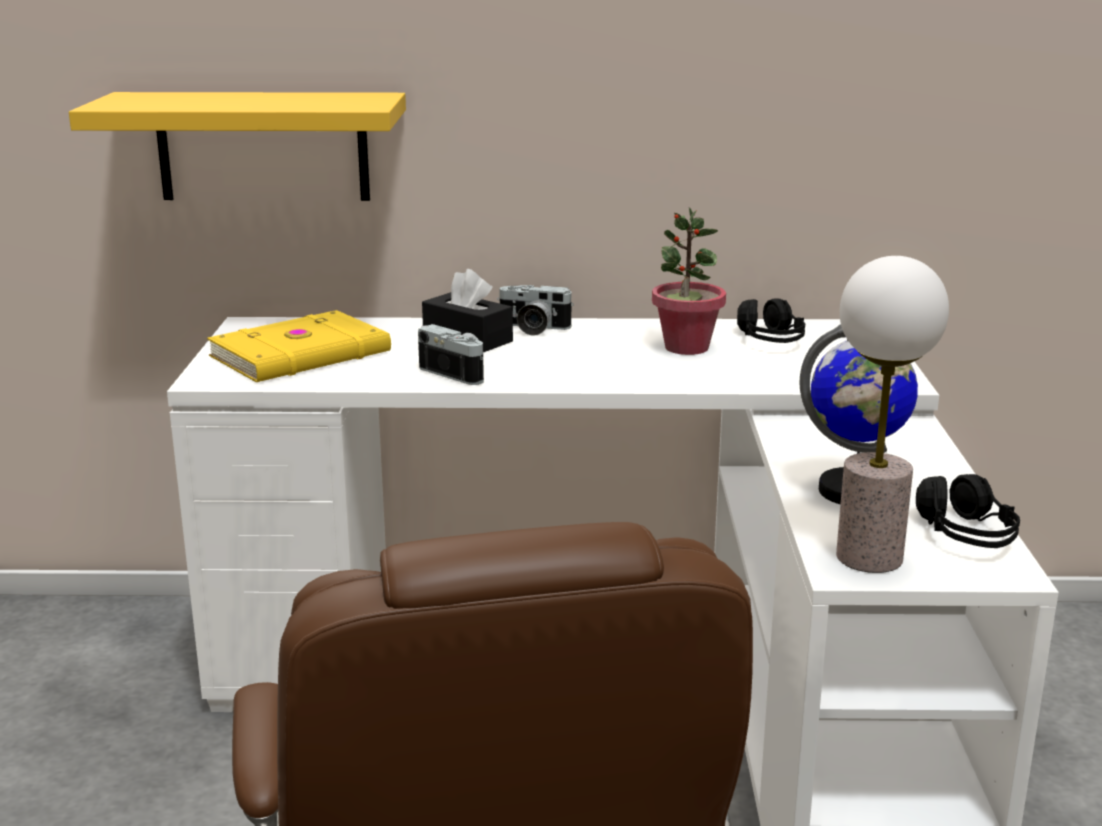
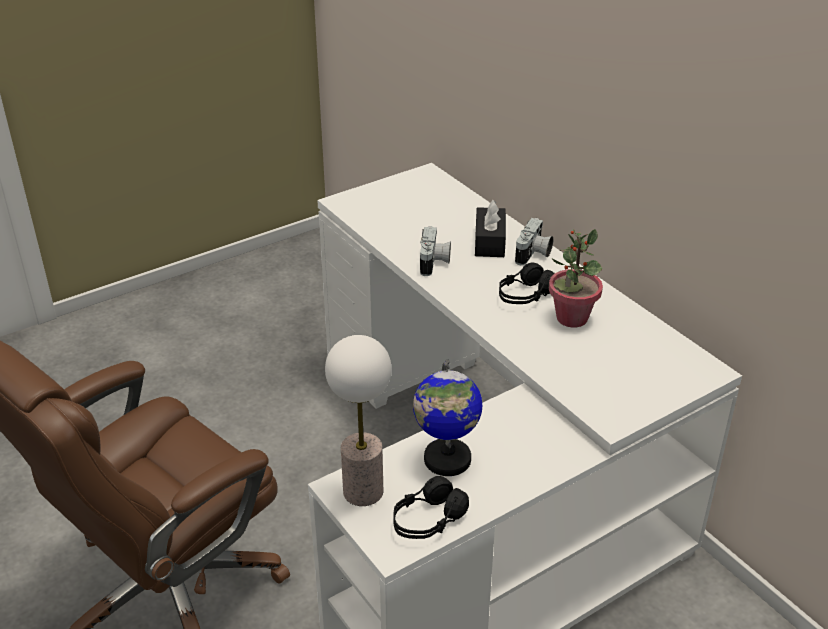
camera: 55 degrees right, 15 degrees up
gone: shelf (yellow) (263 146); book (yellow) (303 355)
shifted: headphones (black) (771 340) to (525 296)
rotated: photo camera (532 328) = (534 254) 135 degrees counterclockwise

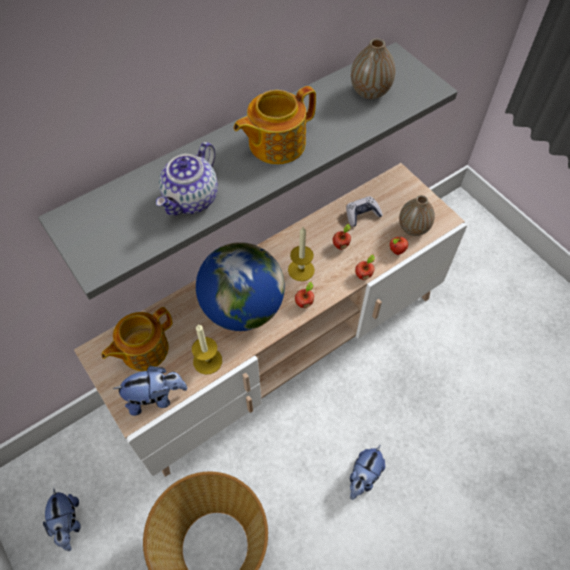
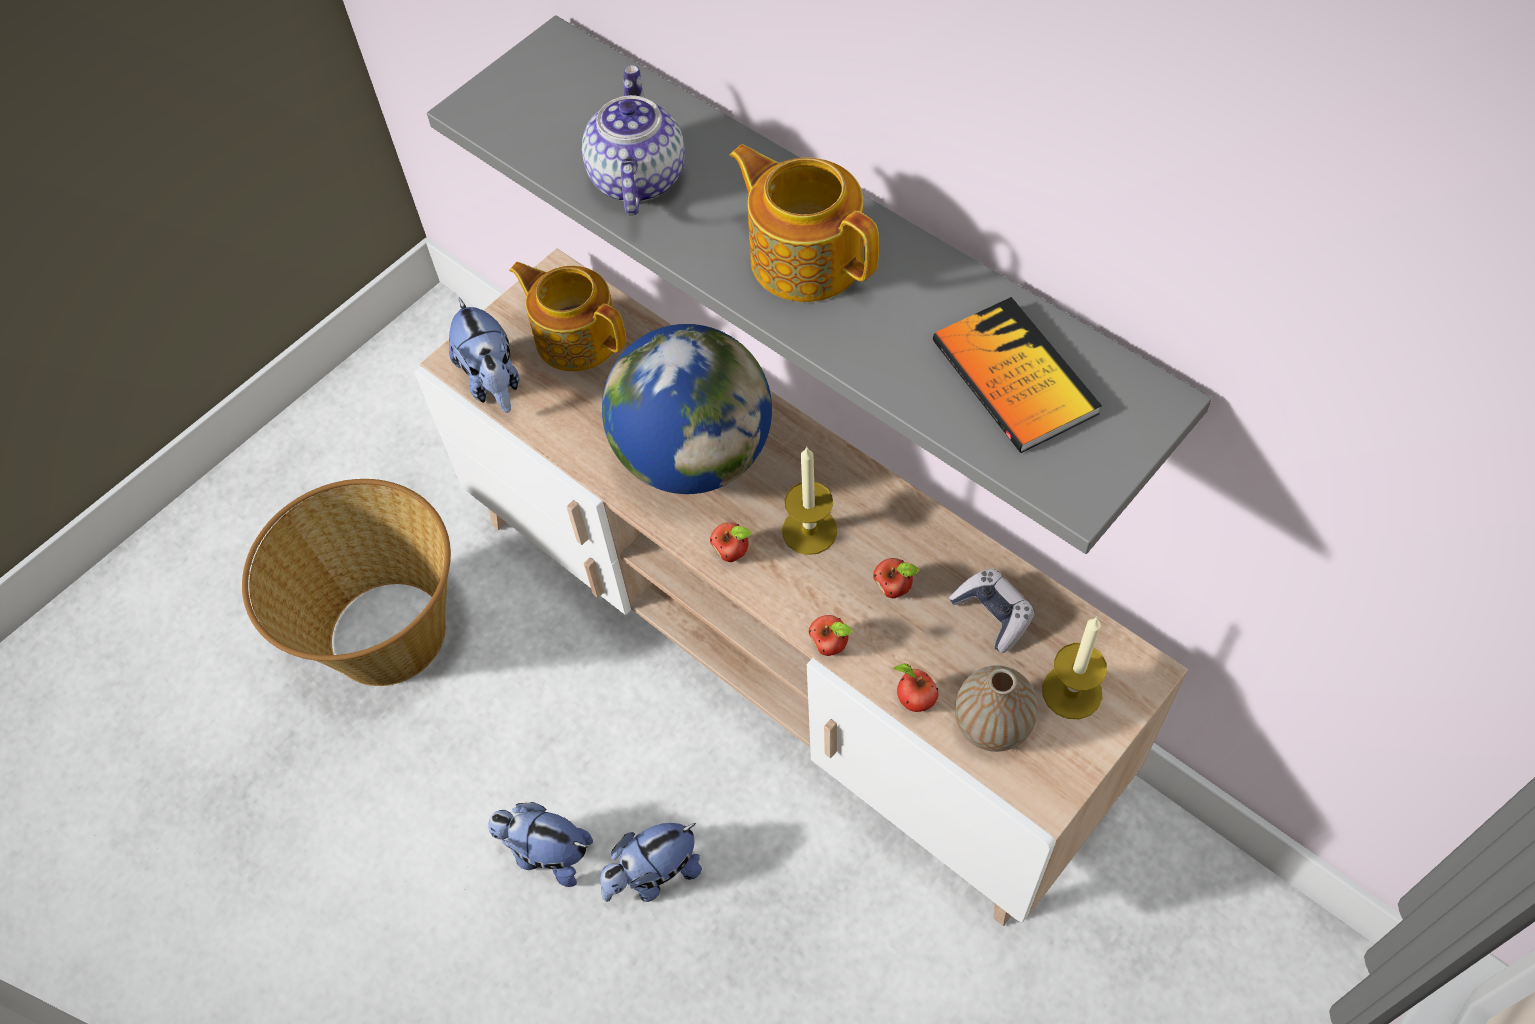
camera: 80 degrees right, 0 degrees up
shifted: plush toy (68 523) to (654 875); candle (207 361) to (1072 691)
swapped: vase (370 92) to book (1014 377)
rotated: teapot (192 199) = (636 178) 75 degrees clockwise

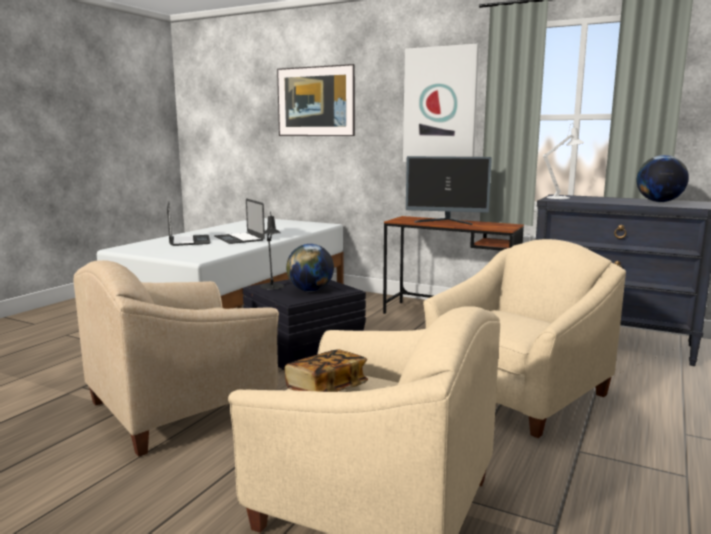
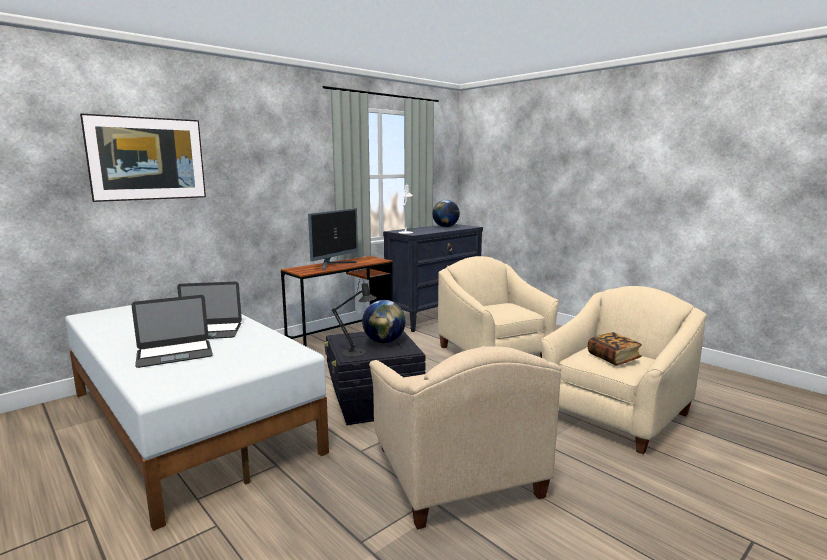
camera: 70 degrees left, 0 degrees up
gone: picture (440 105)
rotated: laptop (189 241) = (174 353) 150 degrees clockwise

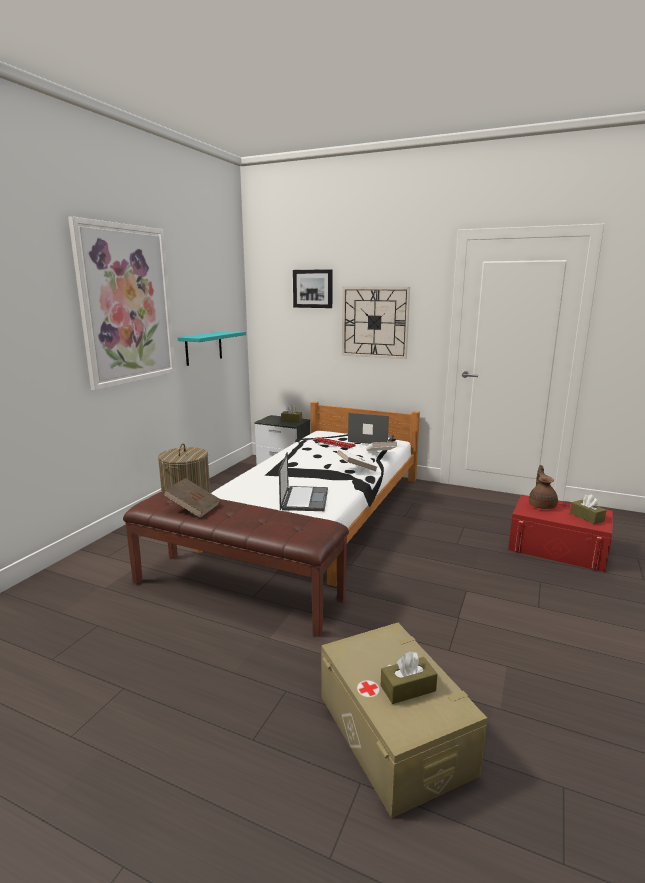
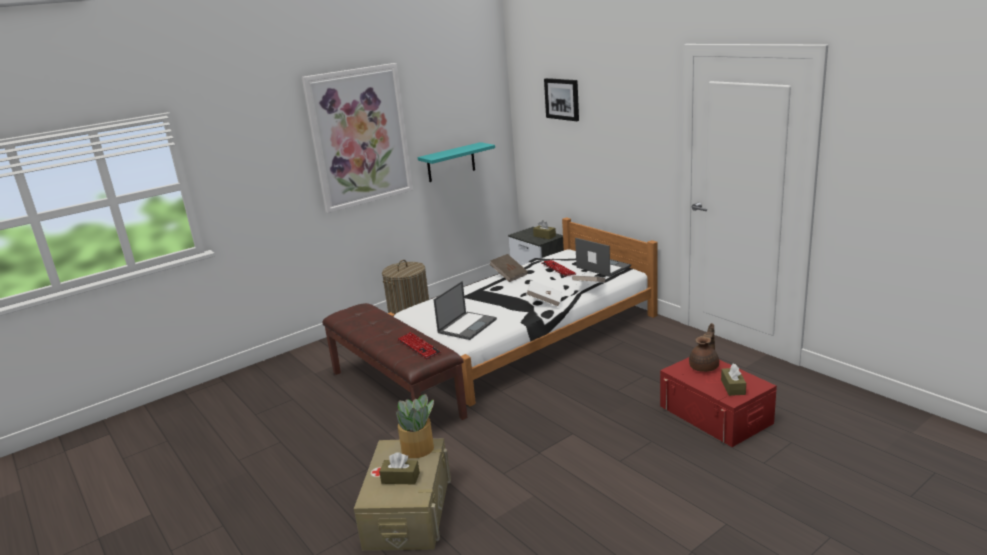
camera: 30 degrees right, 5 degrees up
gone: wall clock (375 322)
new: potted plant (418 449); keyboard (418 347)
shifted: book (brown) (193 508) to (509 275)

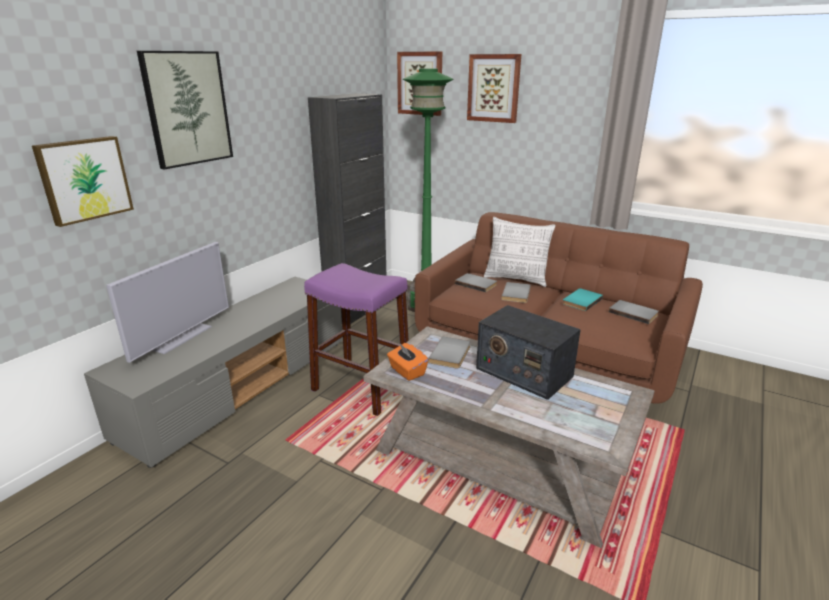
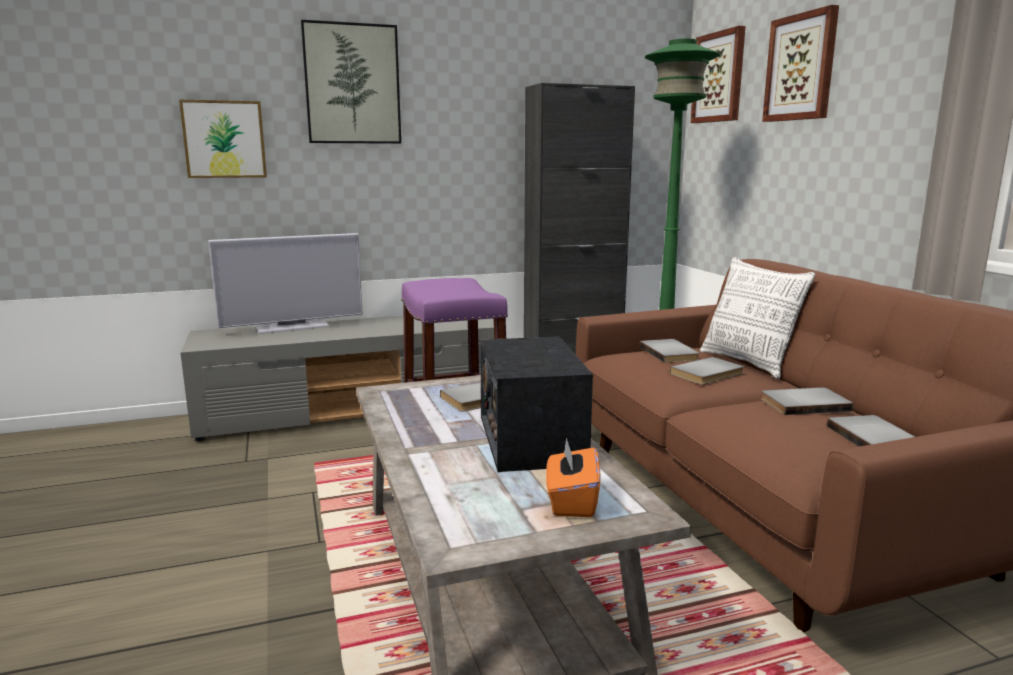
camera: 40 degrees right, 10 degrees down
shifted: tissue box (orange) (407 371) to (571 502)
repainted: book (turquoise) (580 301) to book (grey) (803 404)

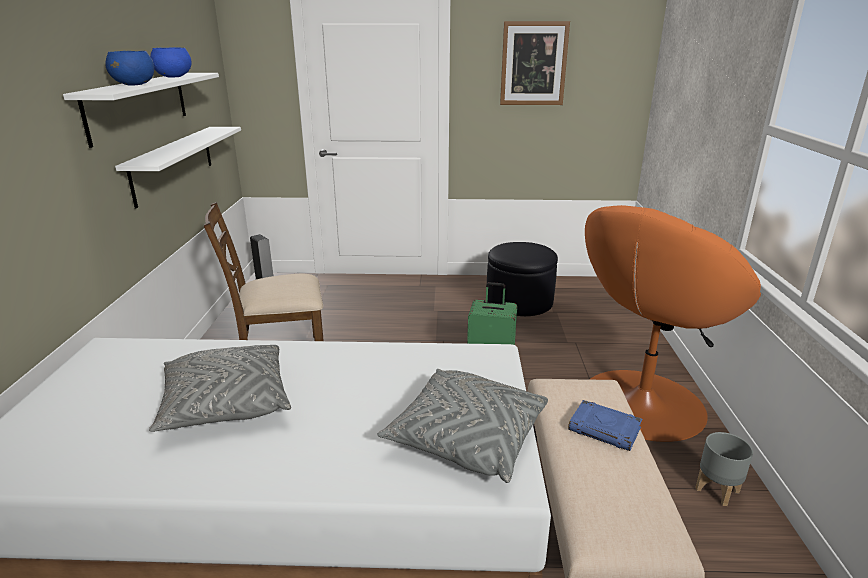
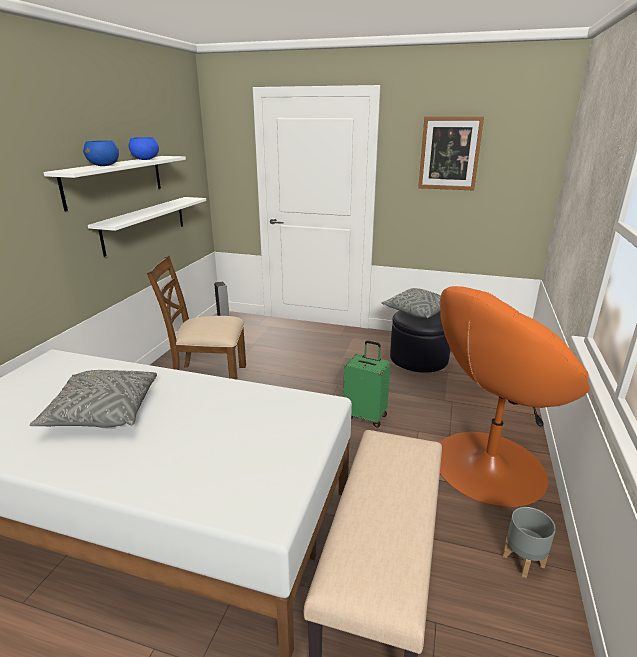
camera: 15 degrees right, 0 degrees up
gone: book (blue) (605 429)
shifted: pillow (grey) (466 438) to (416 312)

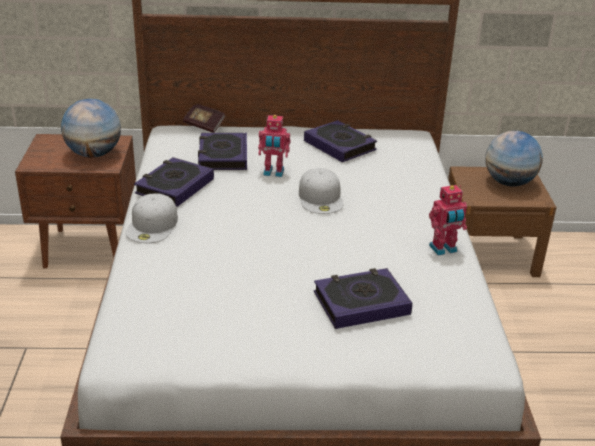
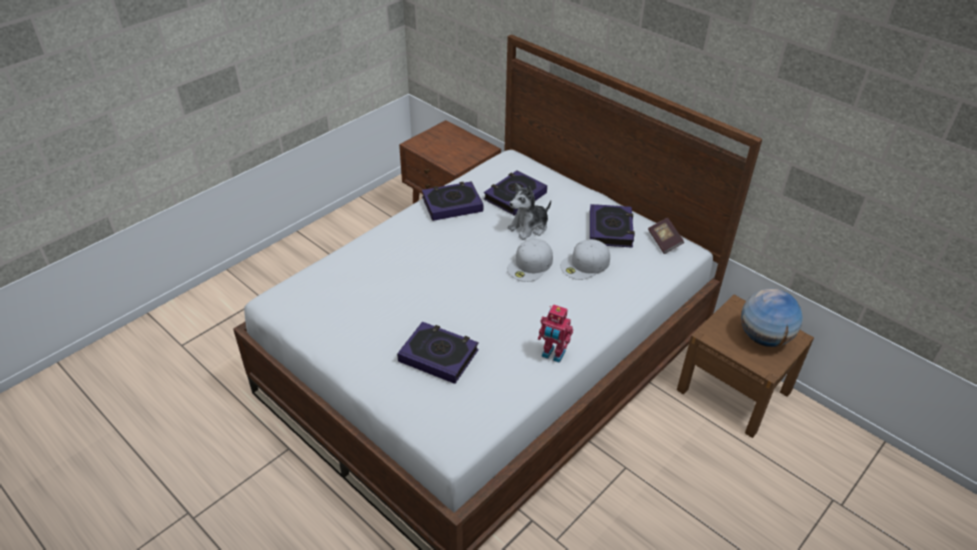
camera: 45 degrees right, 10 degrees up
gone: globe (94 154)
shifted: cap (white) (152 225) to (585 264); book (204 125) to (664 241)
swapped: toy robot (273 173) to plush toy (529 227)

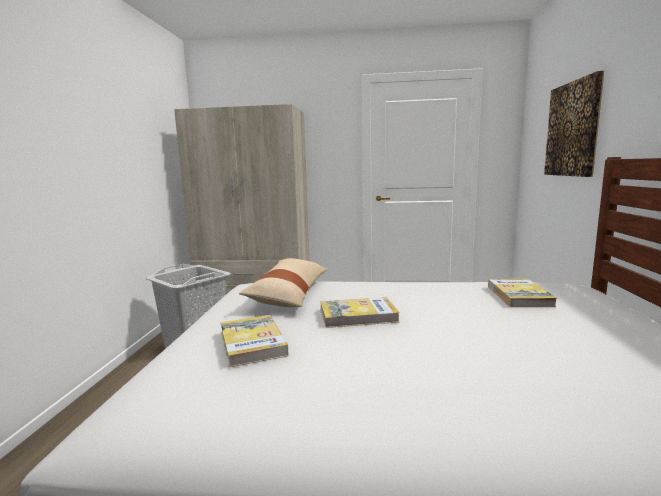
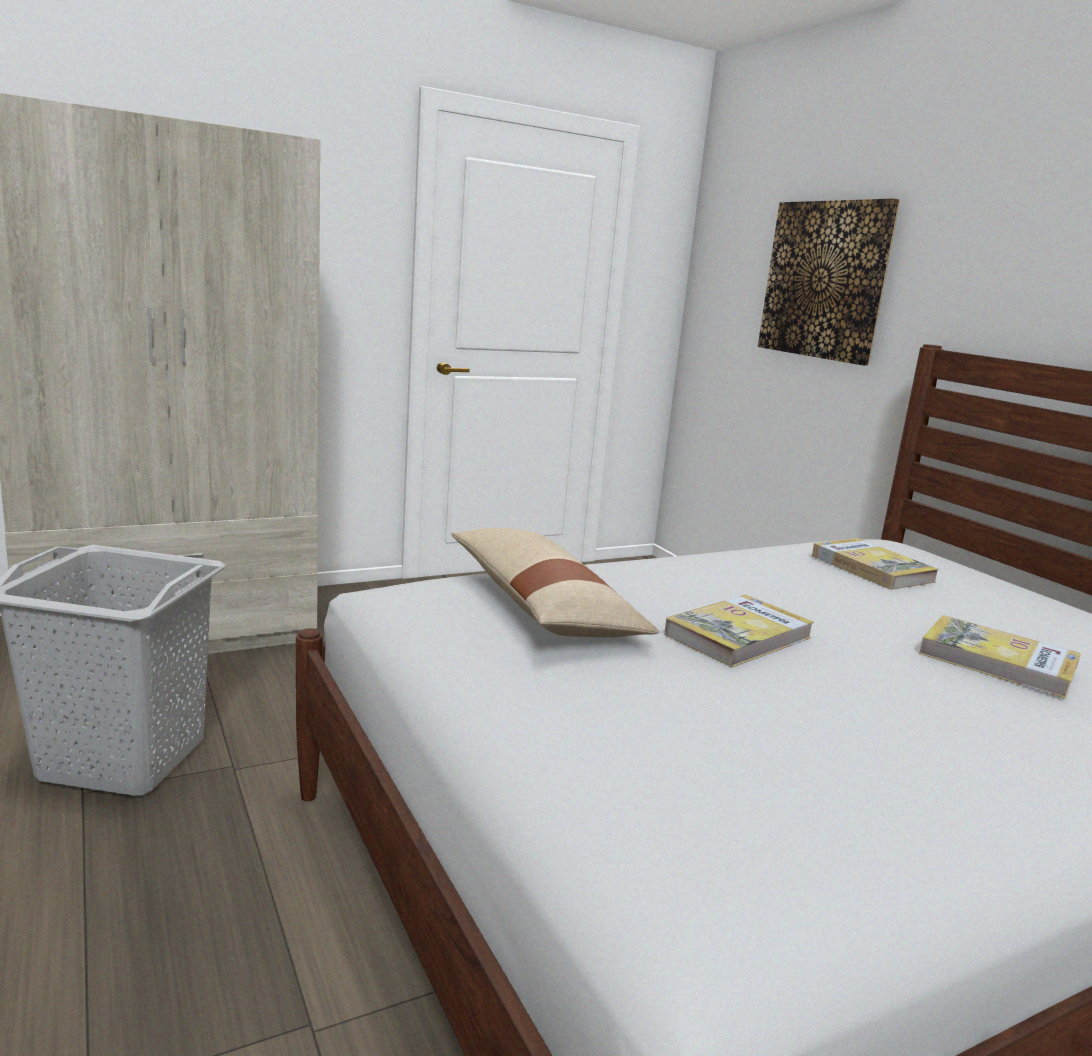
camera: 35 degrees left, 5 degrees up
shifted: book (252 343) to (997 661)

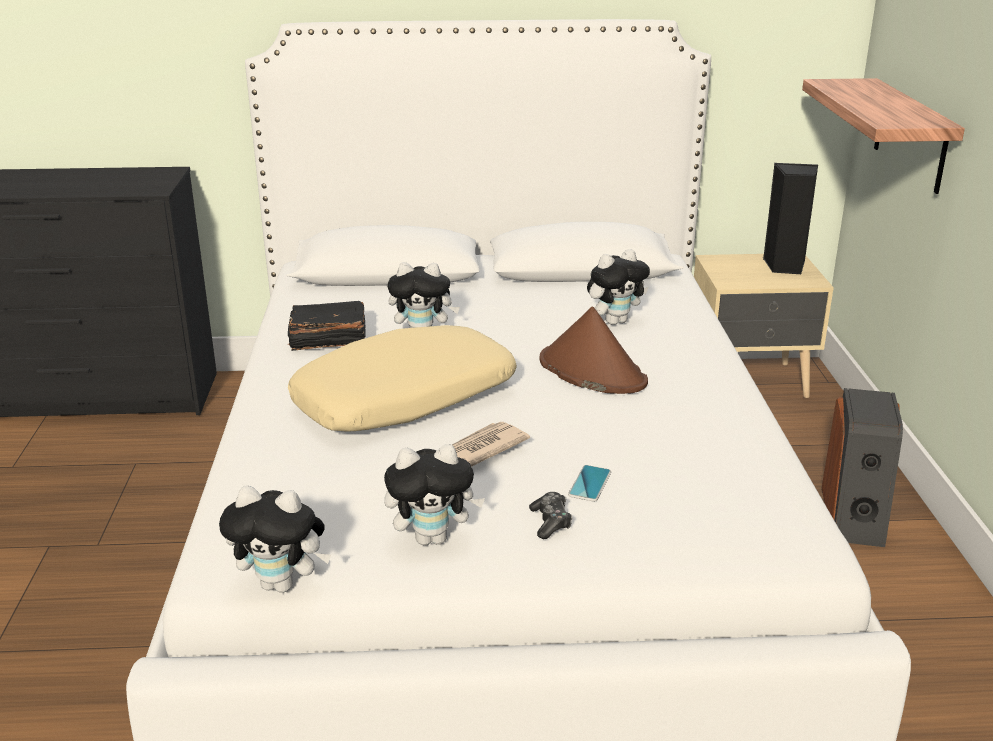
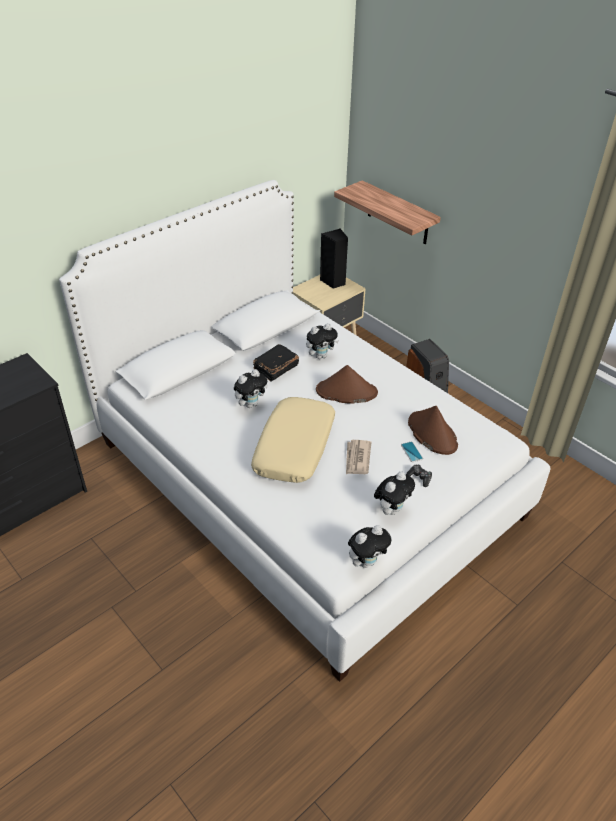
camera: 40 degrees left, 15 degrees up
new: hat (brown) (432 433)
shifted: book (black) (327 339) to (275 369)
rotated: plush toy (615 321) = (320 356) 45 degrees clockwise

